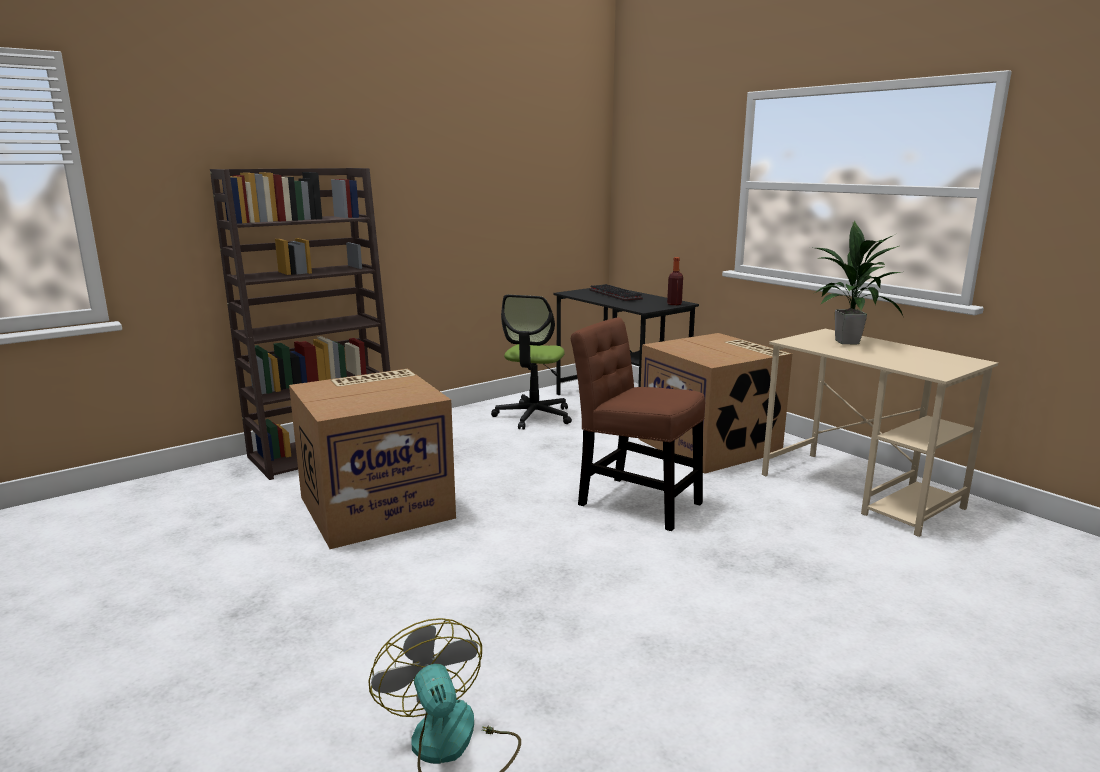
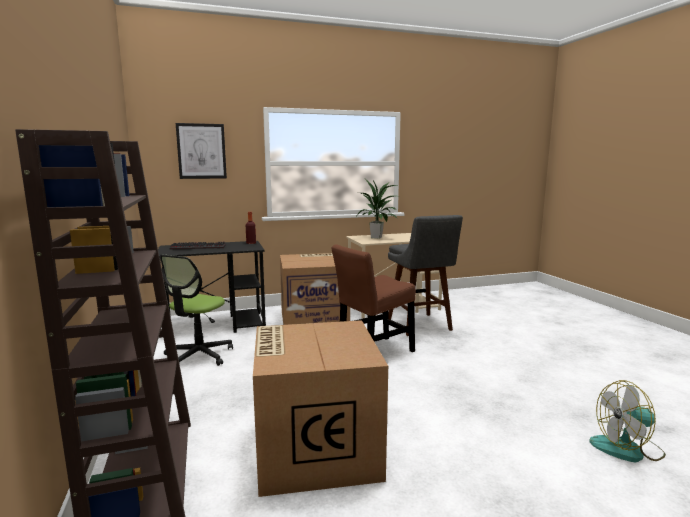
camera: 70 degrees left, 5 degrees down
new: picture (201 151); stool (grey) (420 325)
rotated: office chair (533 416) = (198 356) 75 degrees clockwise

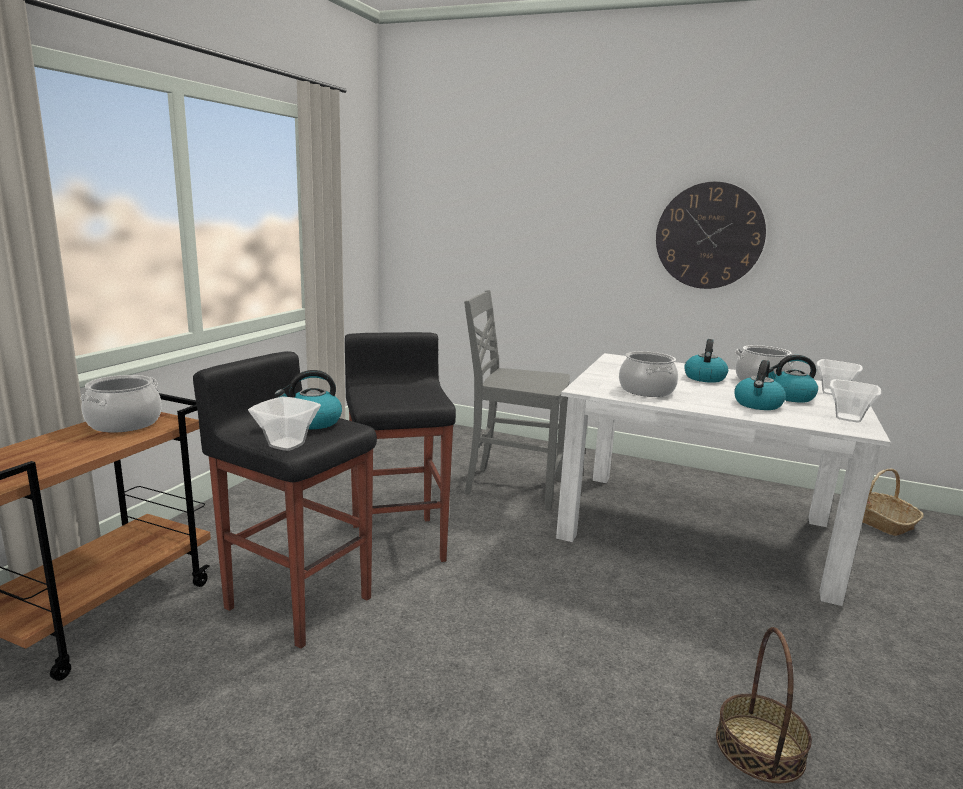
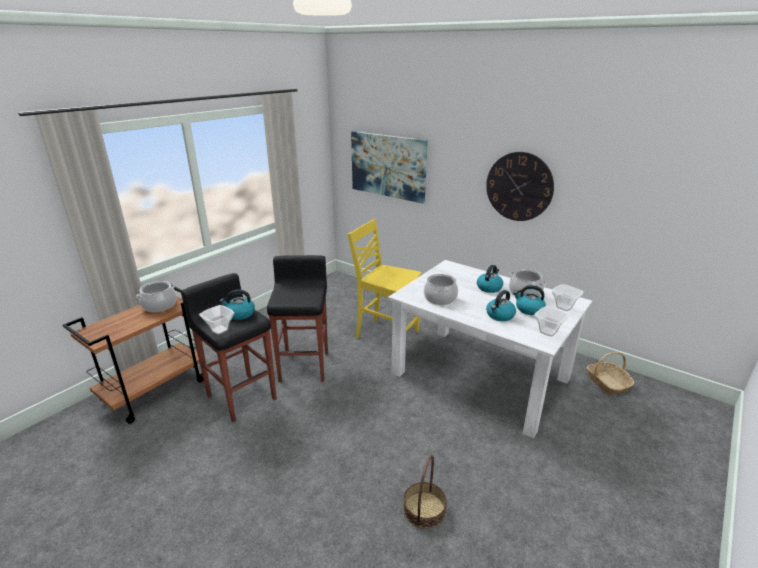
camera: 15 degrees right, 10 degrees up
new: picture (388 166)
repainted: chair (grey) (512 486) to chair (yellow) (385 334)

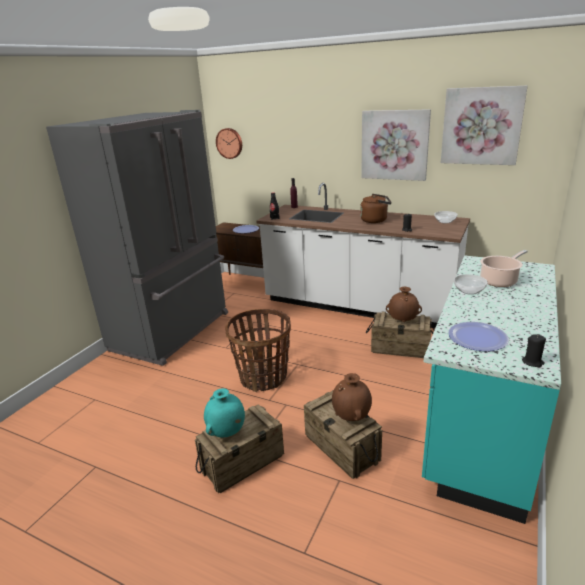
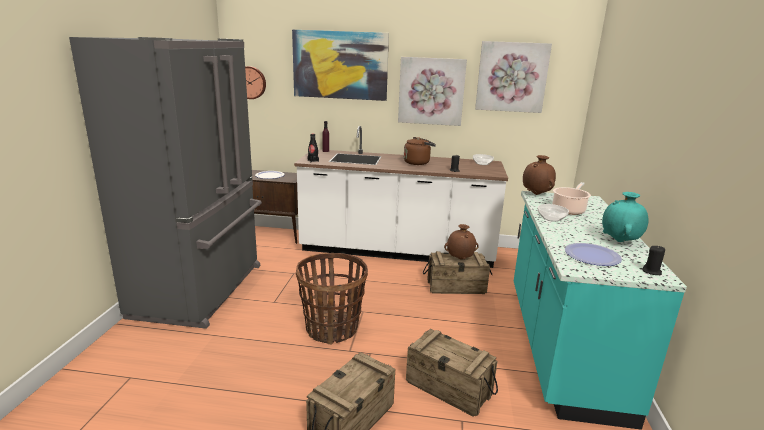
camera: 20 degrees left, 5 degrees down
new: picture (340 65)
shifted: vase (brown) (351 417) to (536 194); vase (turquoise) (226 433) to (620 241)

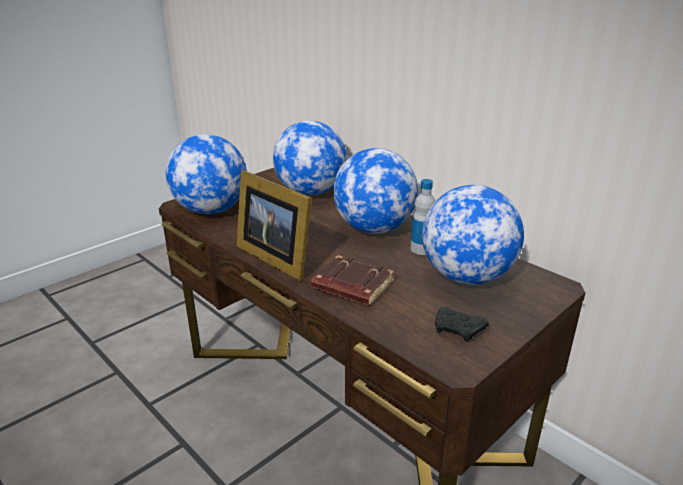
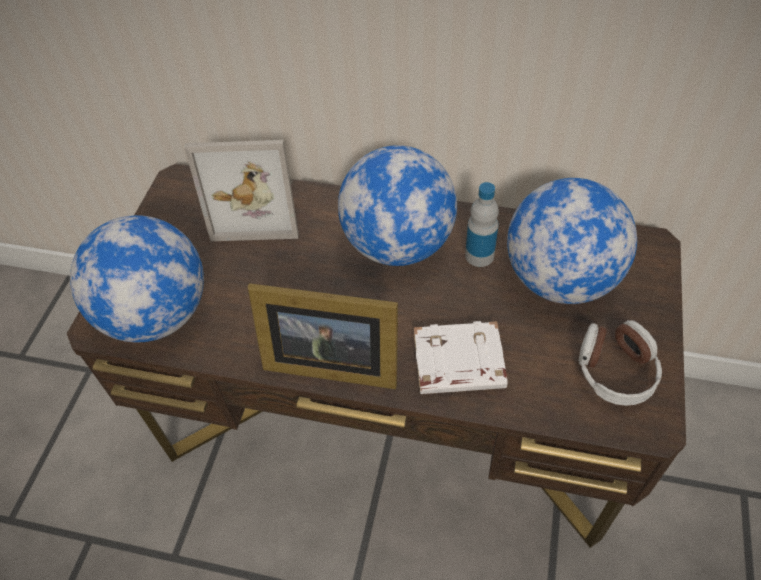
camera: 30 degrees left, 25 degrees up
swapped: globe (311 192) to picture frame (258 208); game controller (black) (458 330) to headphones (615 371)
repainted: book (brown) (351 286) to book (white) (457 363)

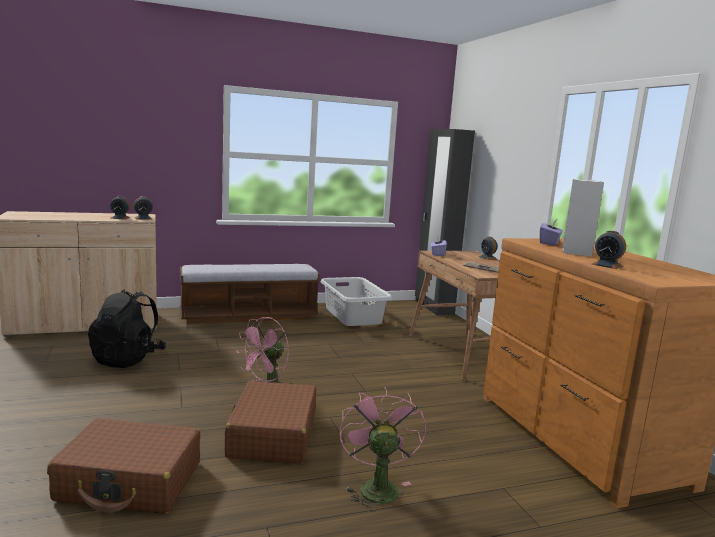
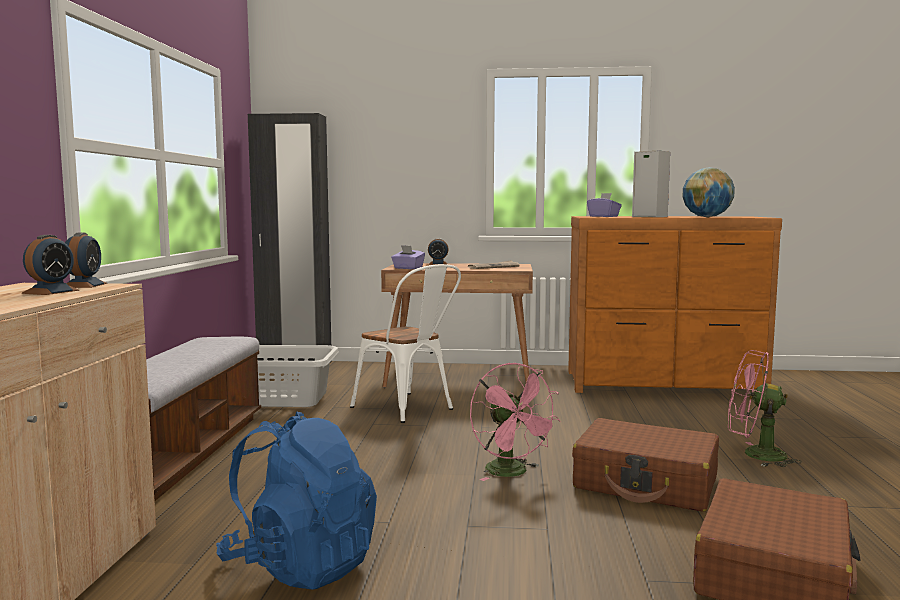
camera: 65 degrees left, 5 degrees down
new: chair (white) (408 409)
swapped: alarm clock (607 265) to globe (707 217)
repainted: backpack (black) (128 359) to backpack (blue) (300 565)

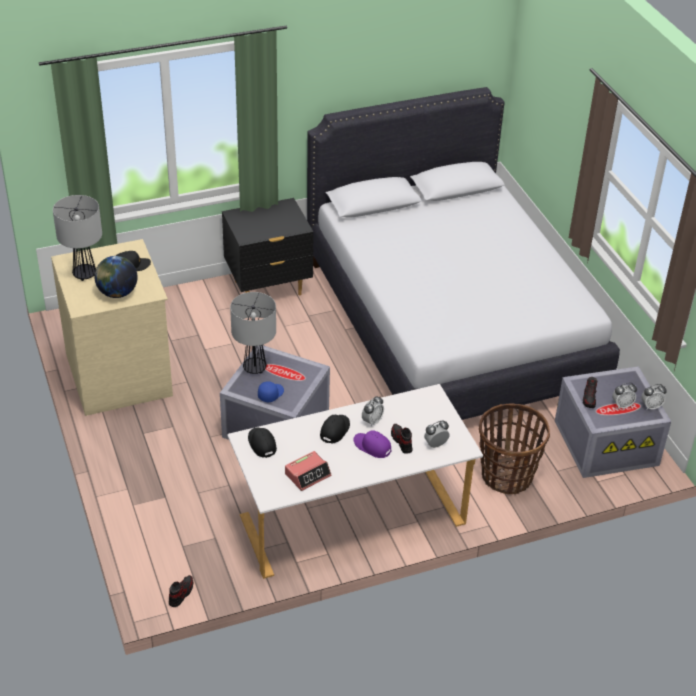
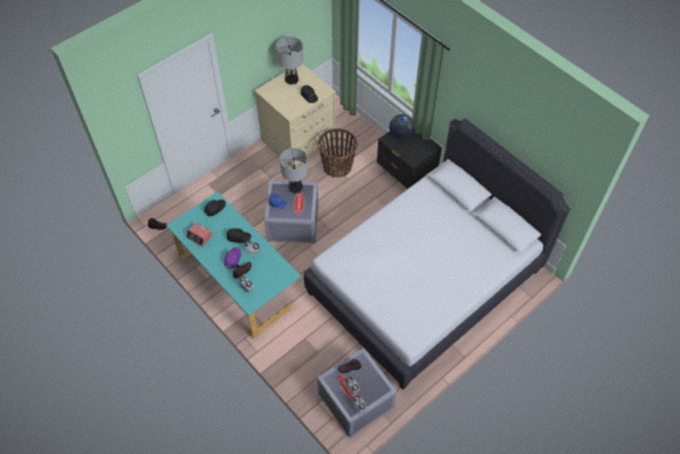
camera: 70 degrees right, 15 degrees up
shifted: basket (506 475) to (337 166); globe (117 293) to (400 134)
repainted: desk (white) (351 515) to desk (turquoise) (238 280)

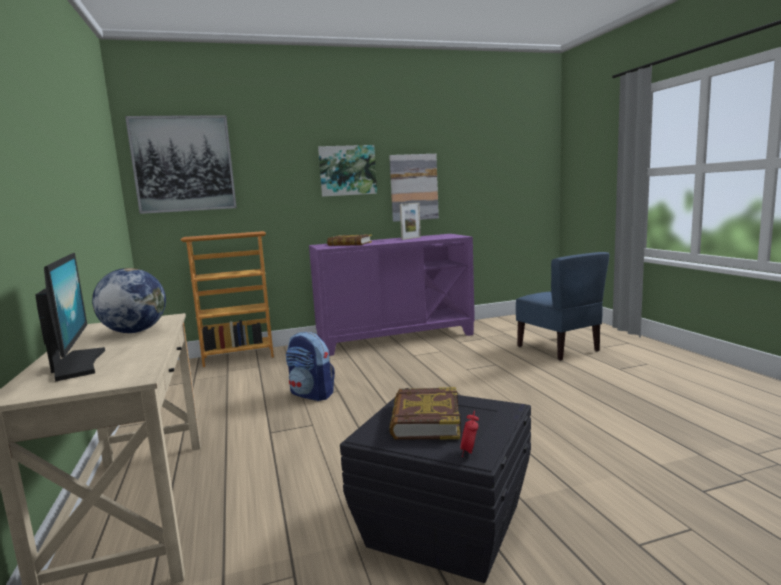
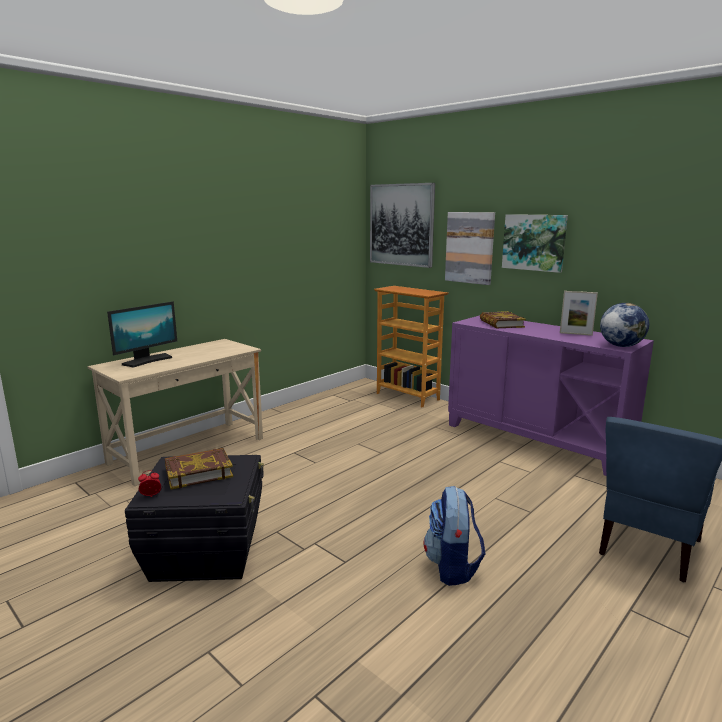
camera: 60 degrees right, 5 degrees up
shifted: backpack (312 394) to (452 567); picture (413 187) to (470 247); globe (134 332) to (621 346)

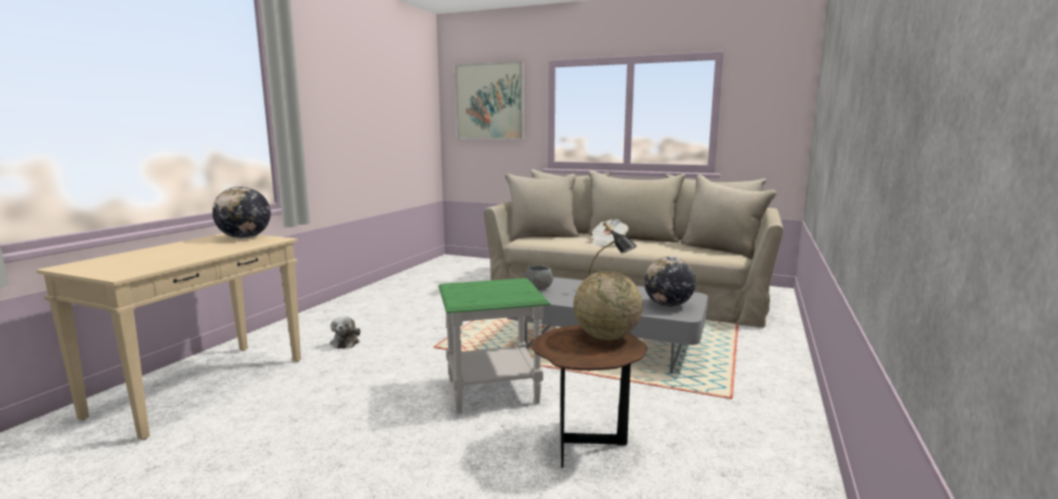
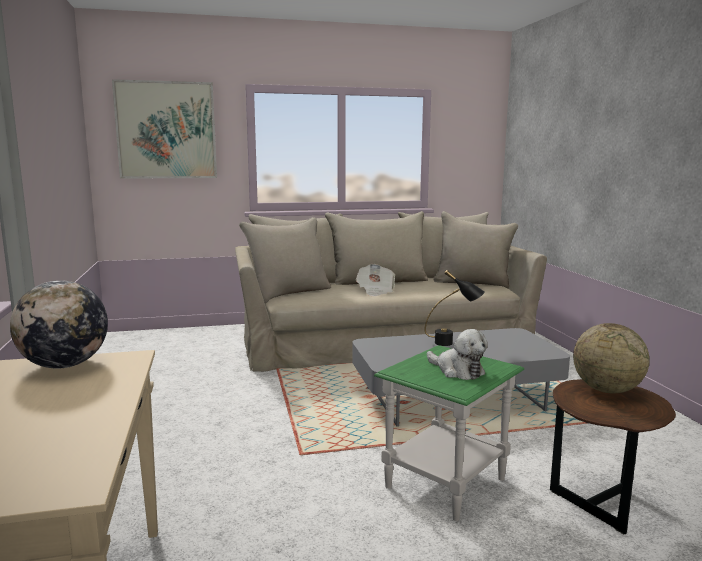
camera: 35 degrees left, 0 degrees up
gone: bowl (grey) (538 289); globe (668 305)
shifted: plush toy (345 342) to (457 371)

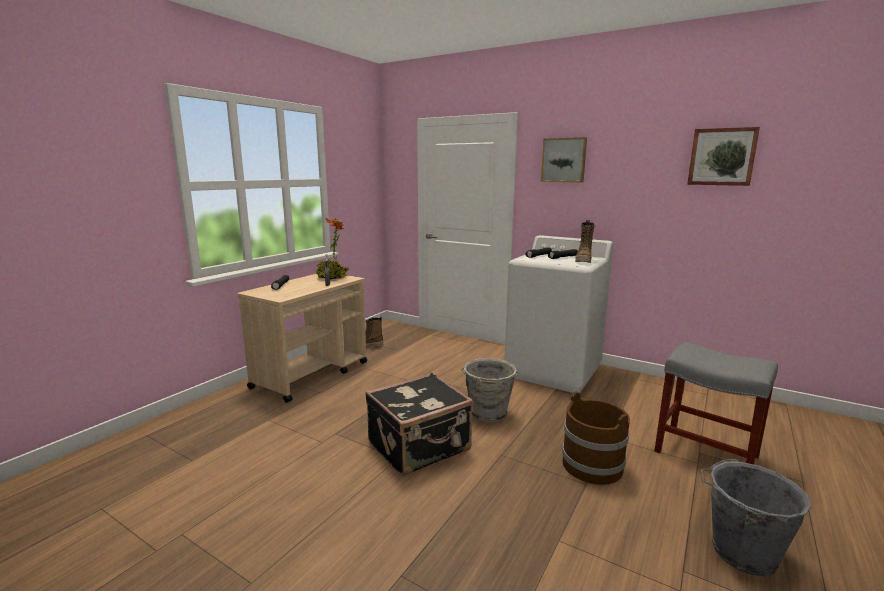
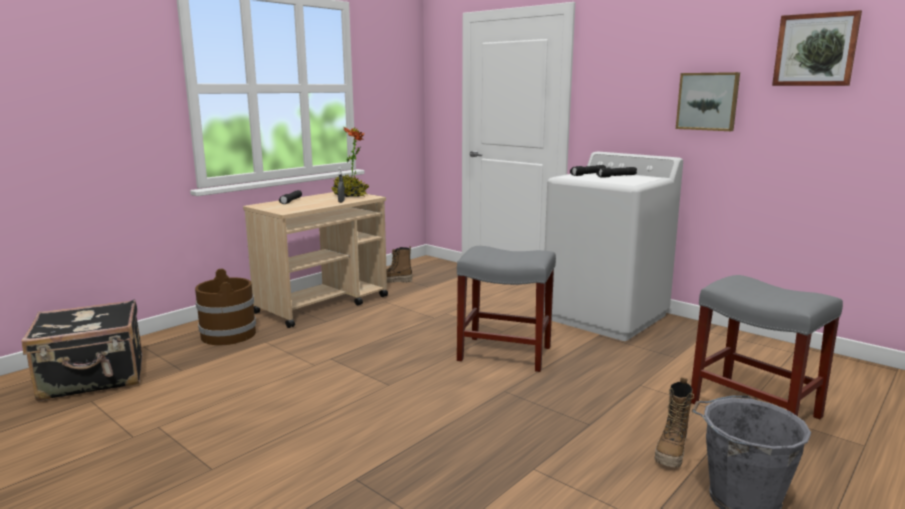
camera: 10 degrees right, 0 degrees up
shifted: suitcase (black) (420 447) to (94 378); bucket (brown) (592 465) to (229 334); boot (583 261) to (671 453); picture (564 160) to (707 101)
swapped: bucket (grey) (488 414) to stool (grey) (506 353)

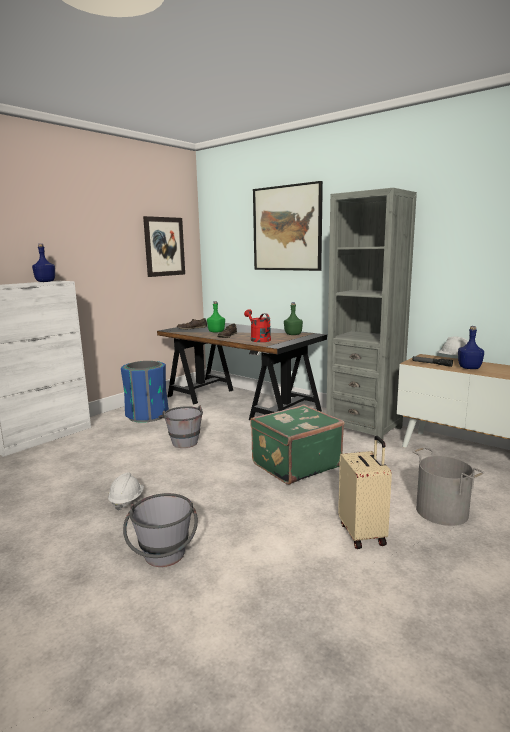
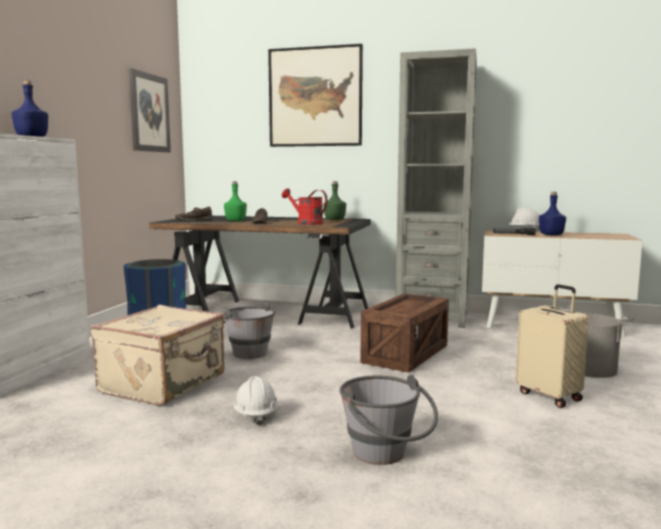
camera: 25 degrees left, 5 degrees down
new: suitcase (beige) (165 384)
swapped: suitcase (green) (295 464) to crate (406 354)

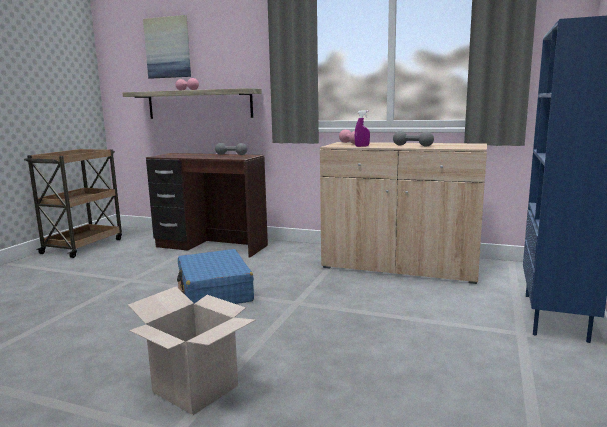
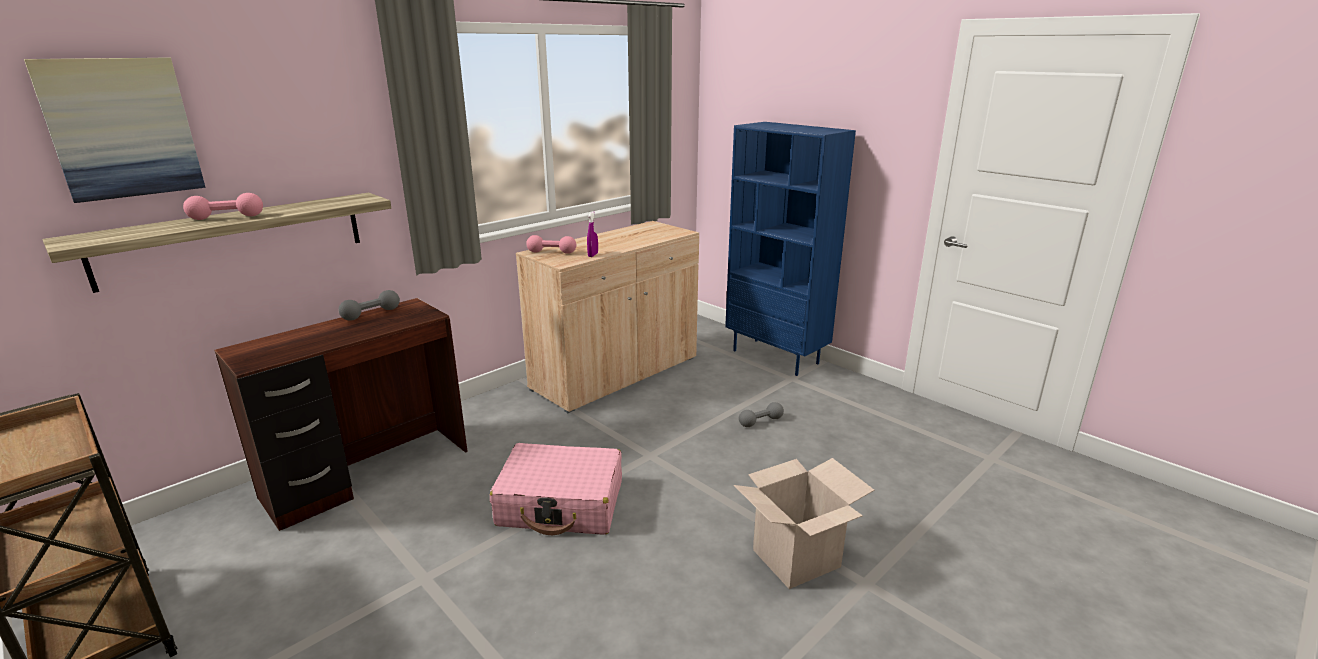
camera: 65 degrees left, 10 degrees up
shifted: dumbbell (grey) (412 146) to (760 422)
repainted: suitcase (blue) (214 291) to suitcase (pink) (561 504)

